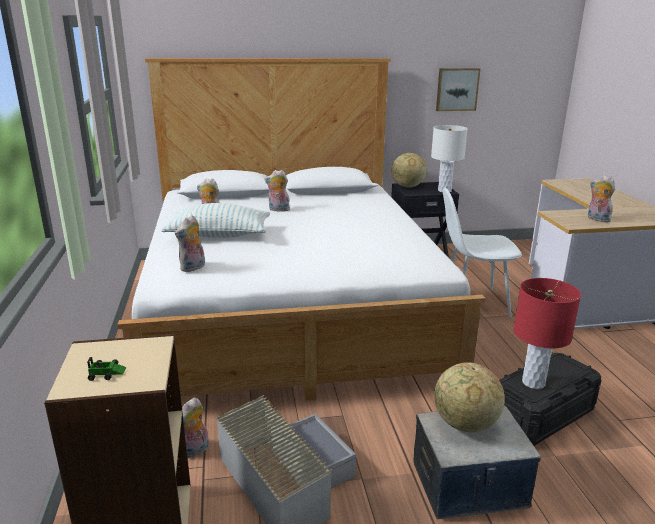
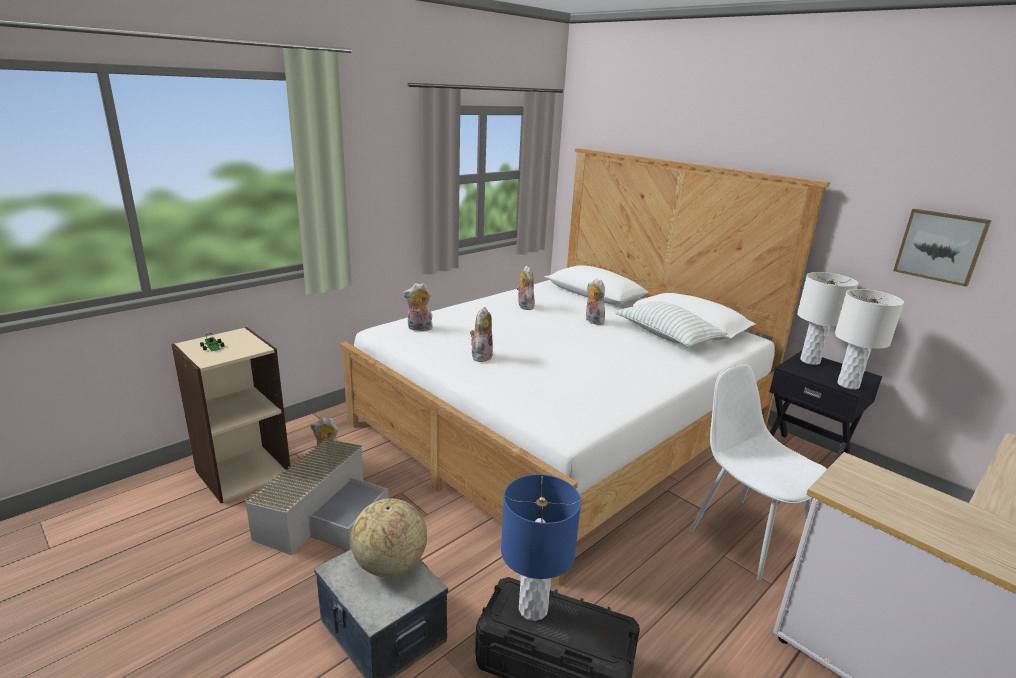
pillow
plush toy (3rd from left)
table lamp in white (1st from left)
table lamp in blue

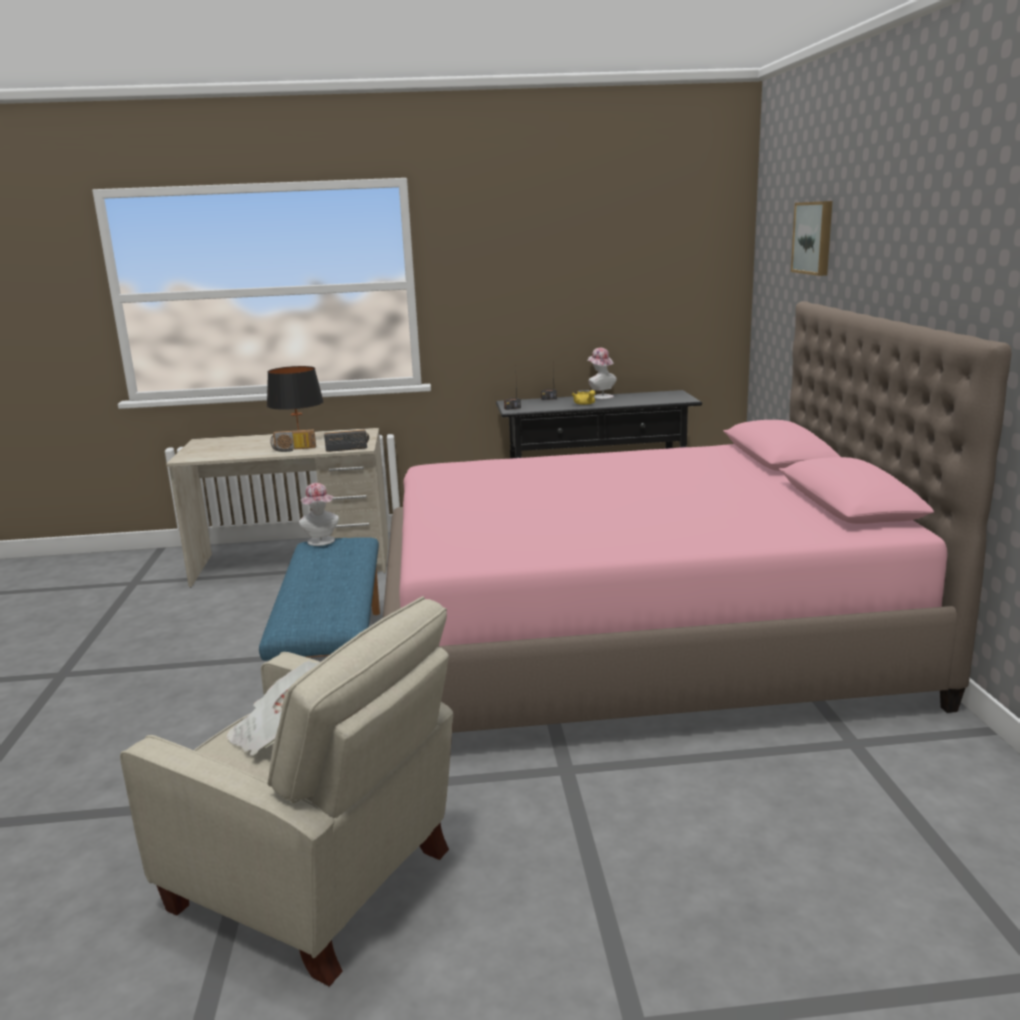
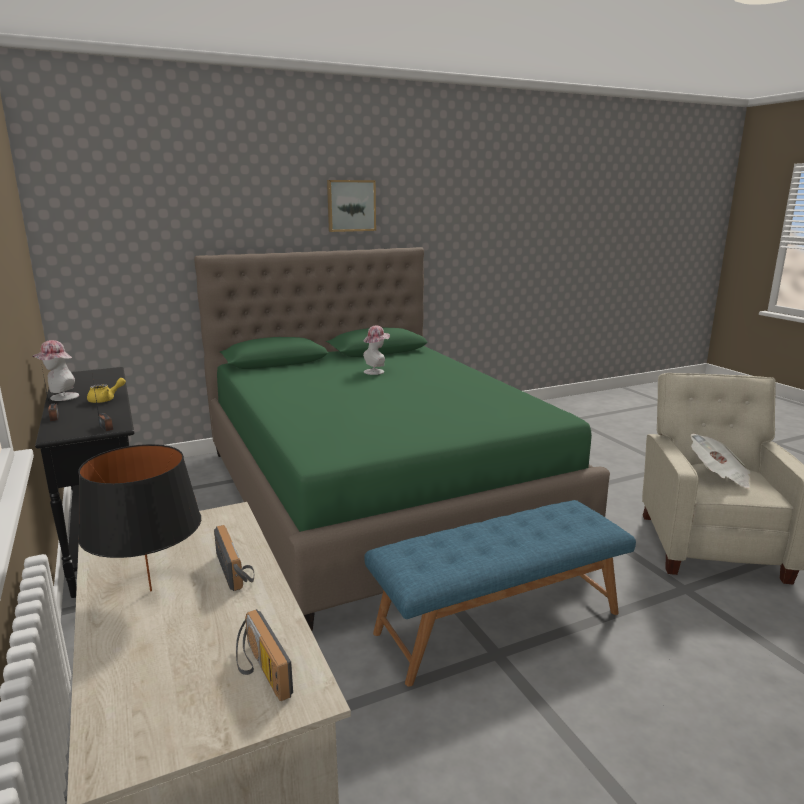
hat (2nd from left)
radio (4th from left)
picture
bed in green

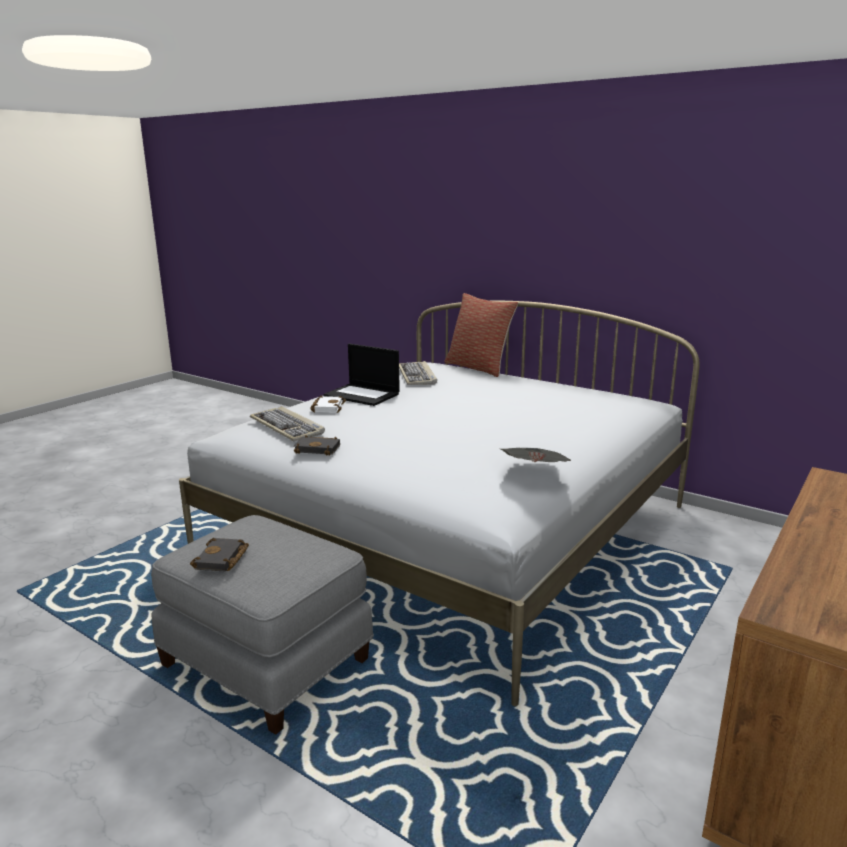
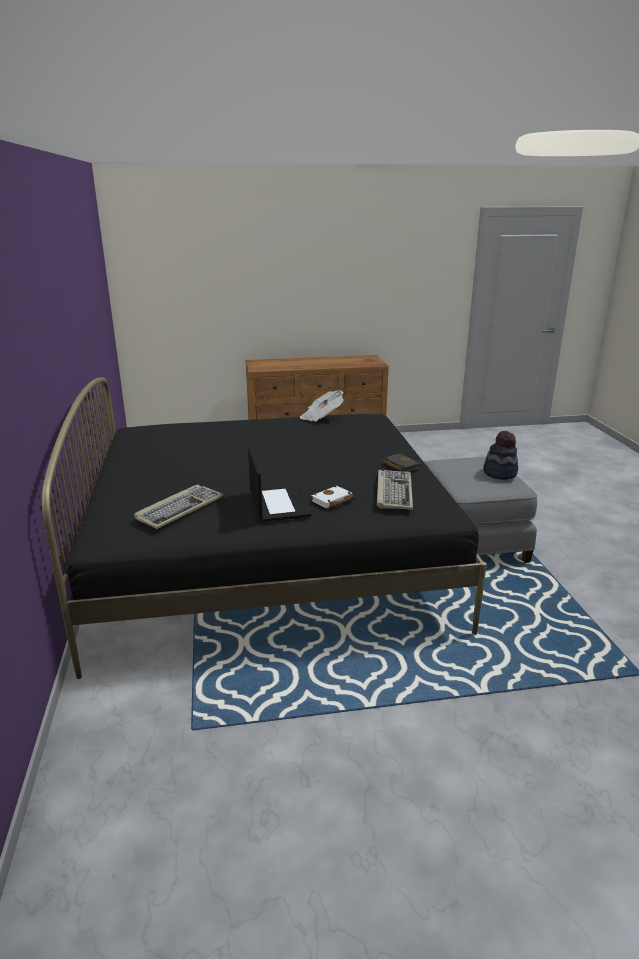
pillow
hat
bed in black

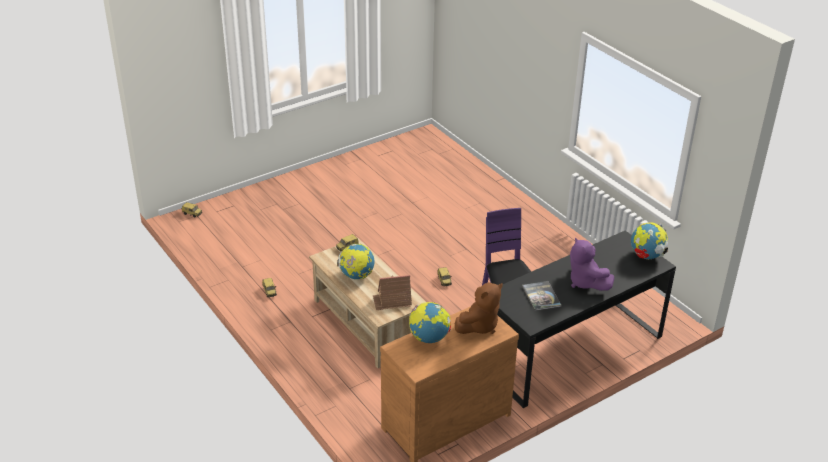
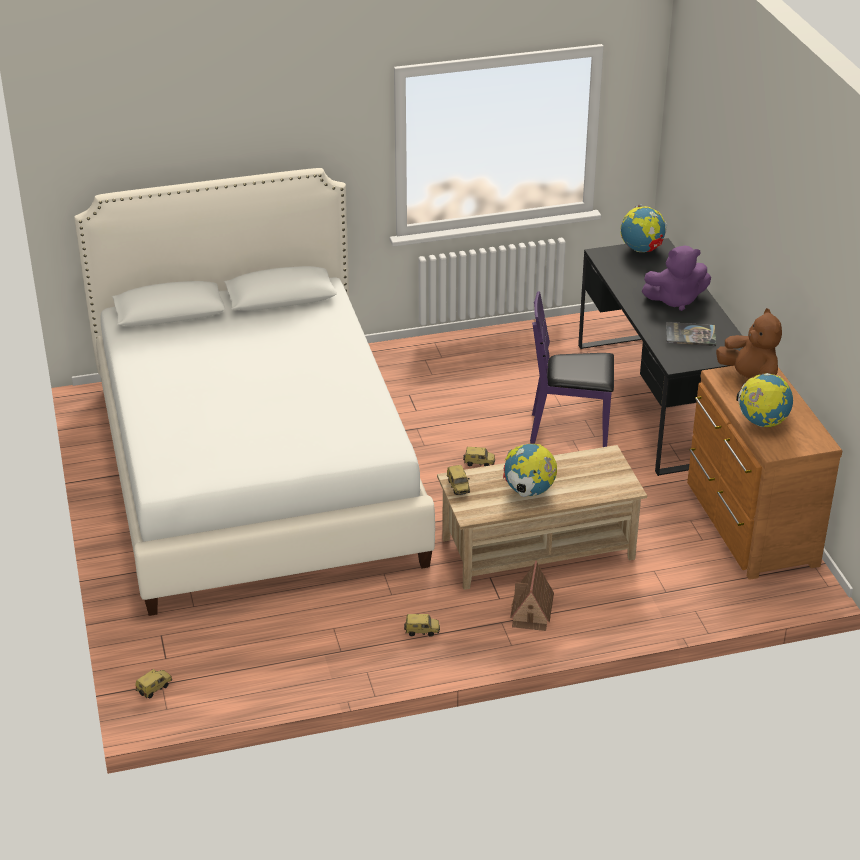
bed in white
toy house

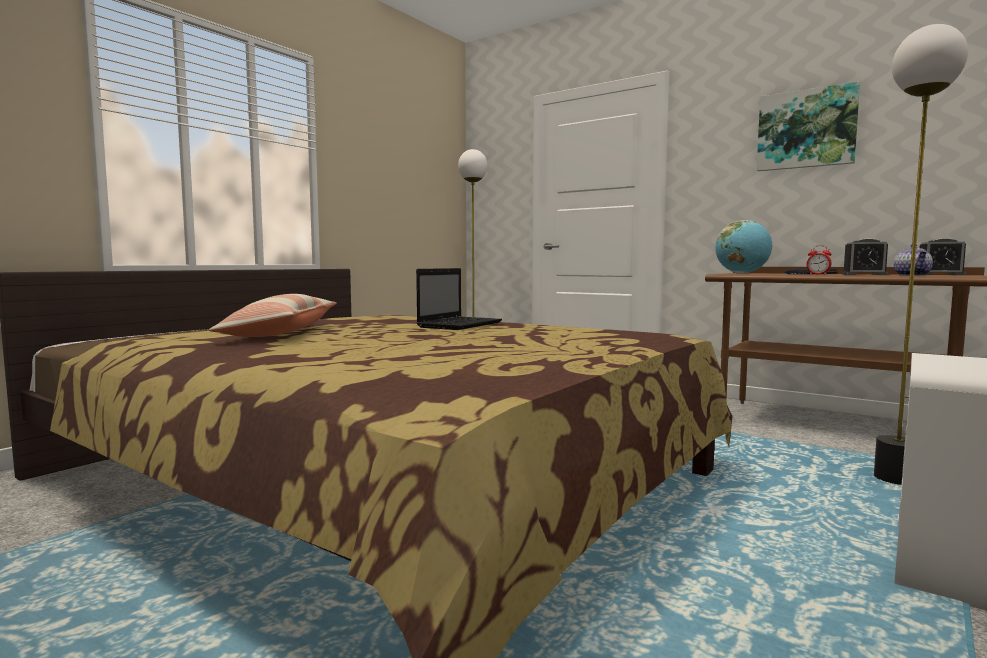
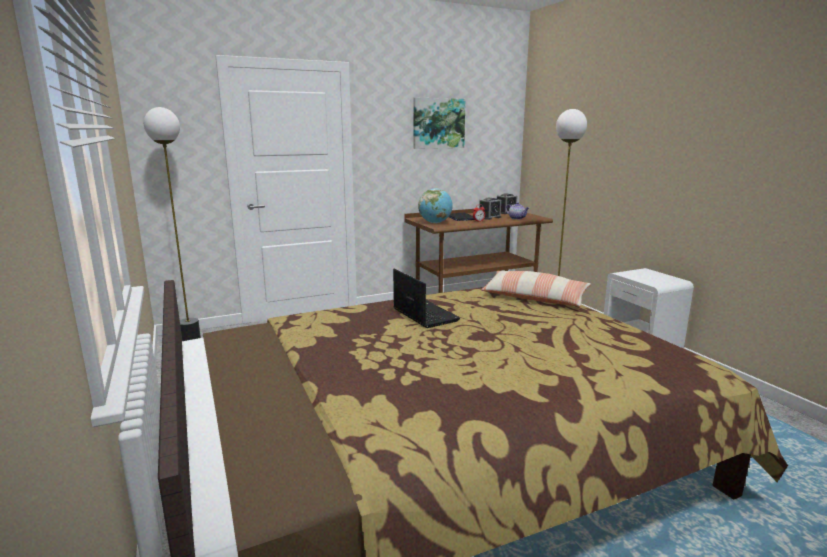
pillow

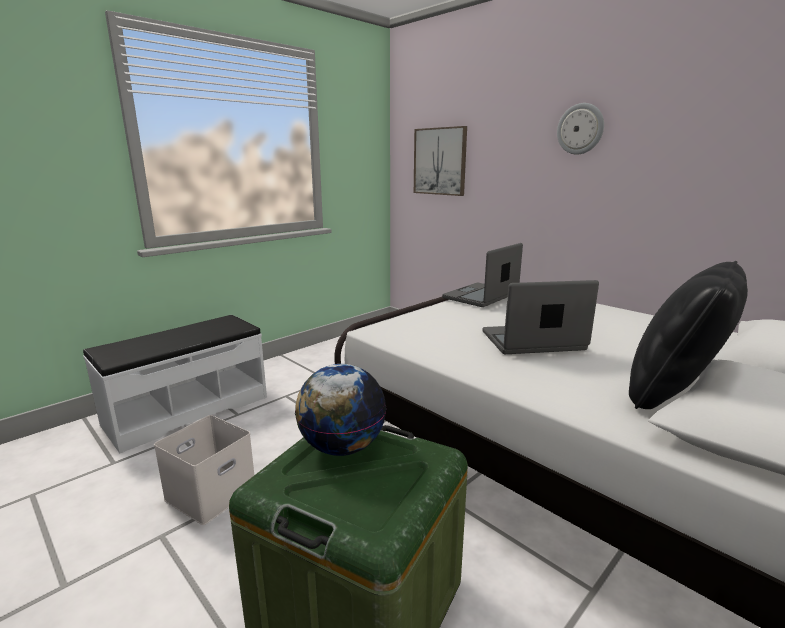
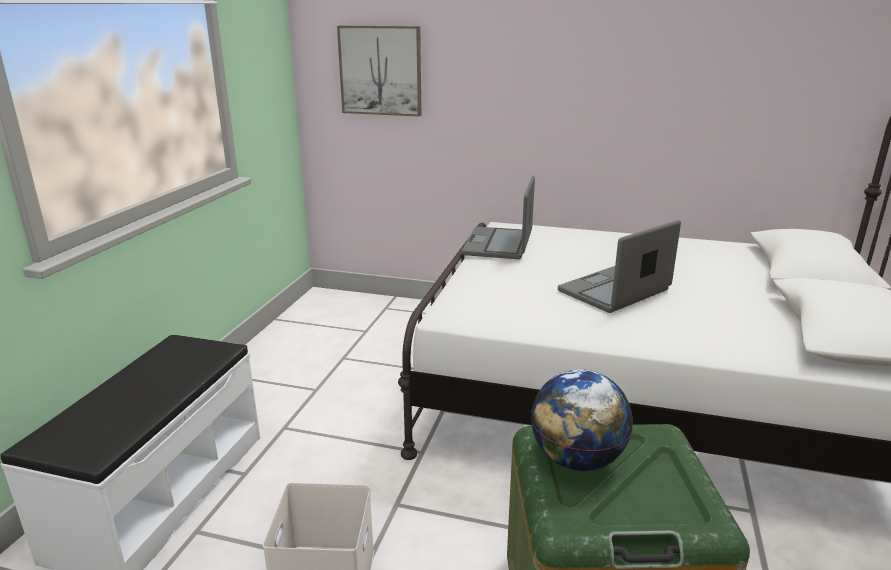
wall clock
pillow in black

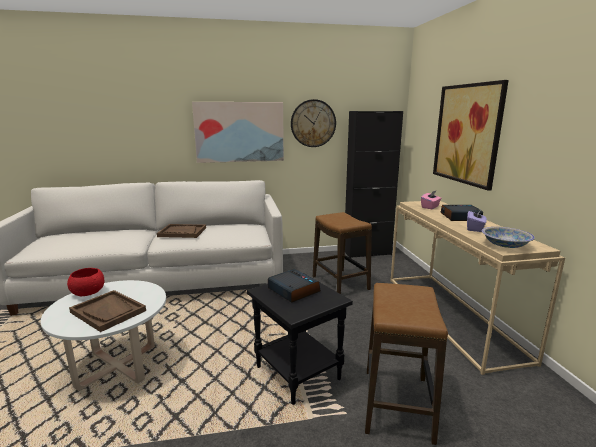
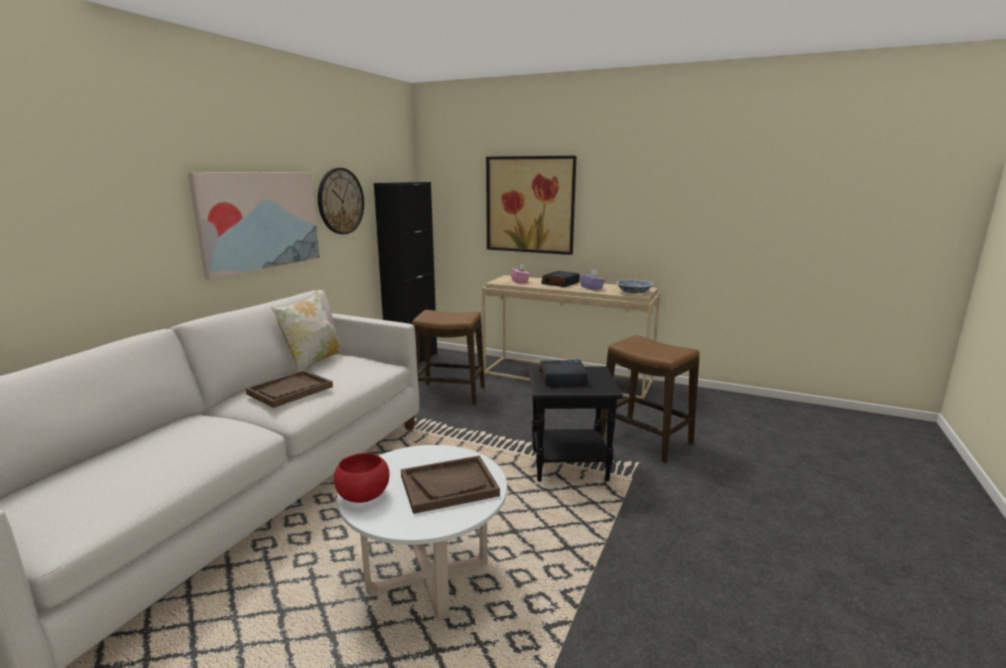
pillow

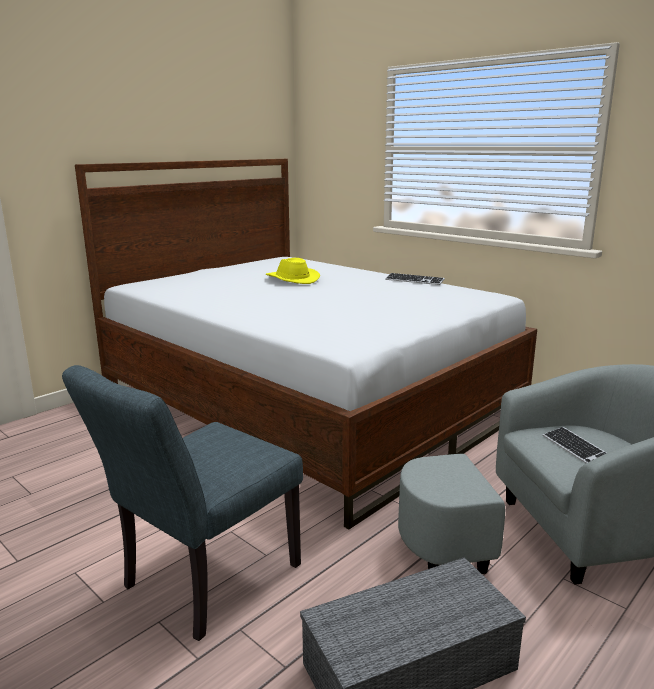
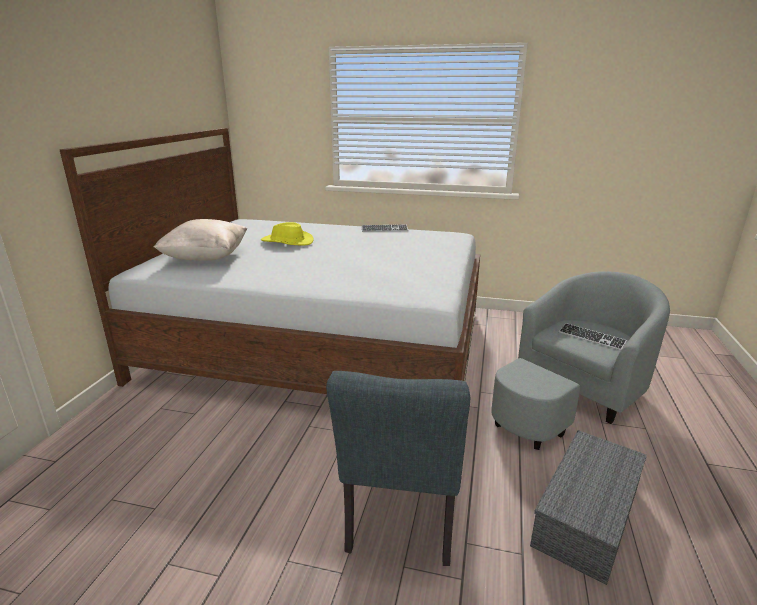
pillow in beige

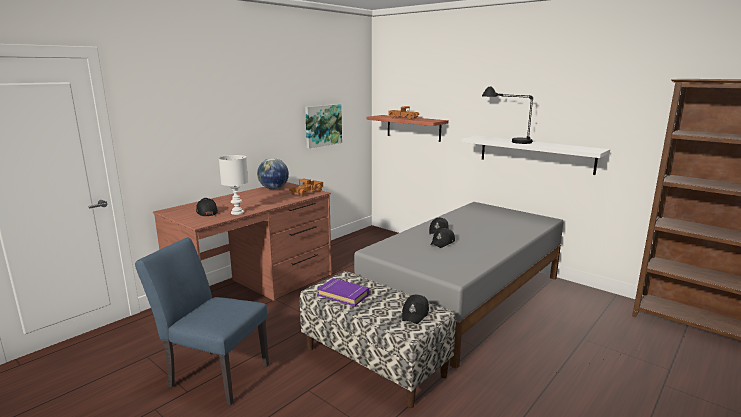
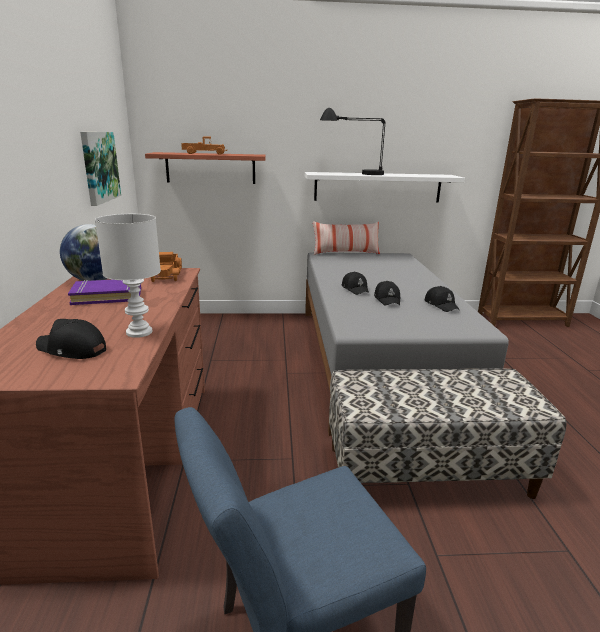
pillow
book in purple
cap in black (4th from left)

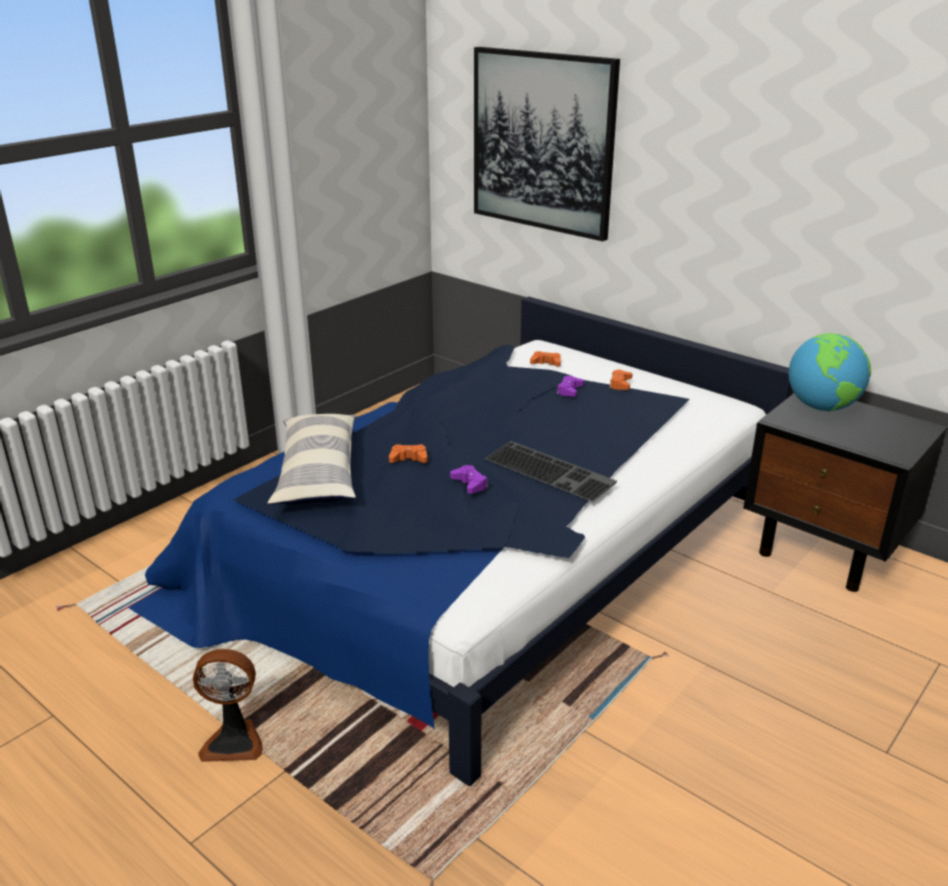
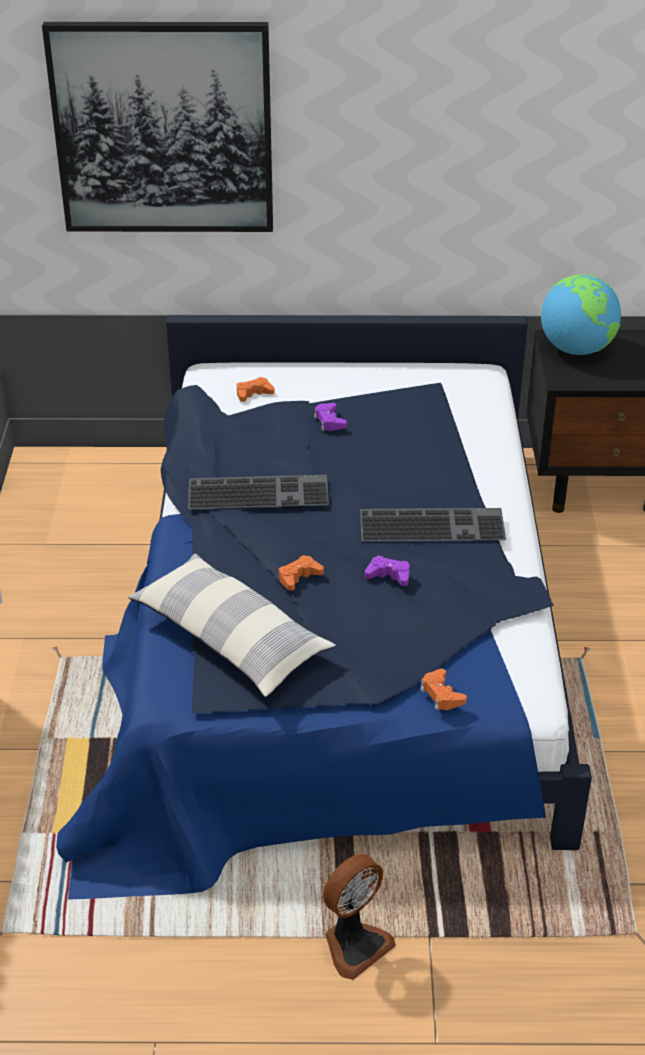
keyboard (1st from left)
game controller in orange (3rd from left)

